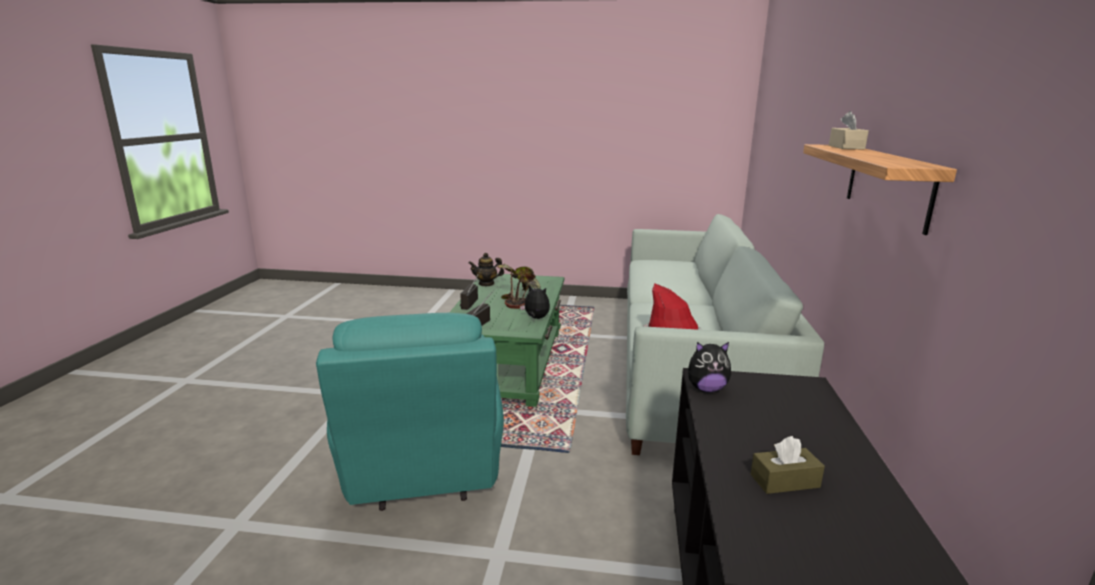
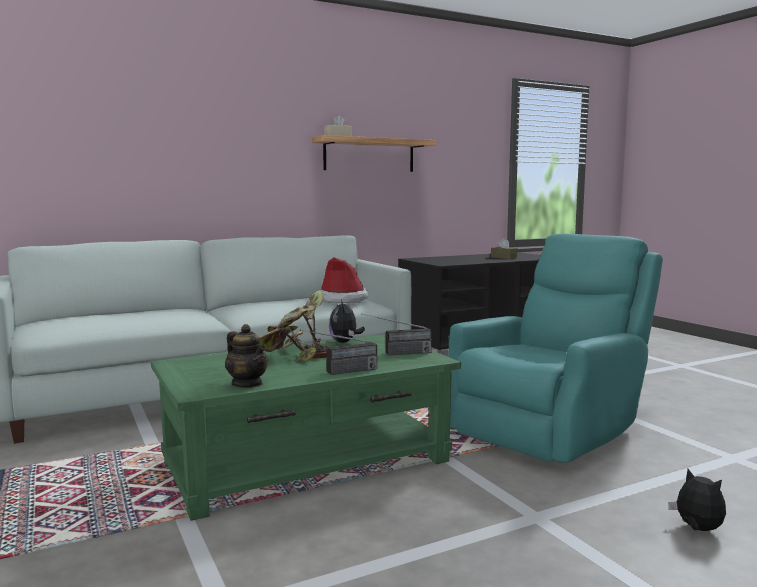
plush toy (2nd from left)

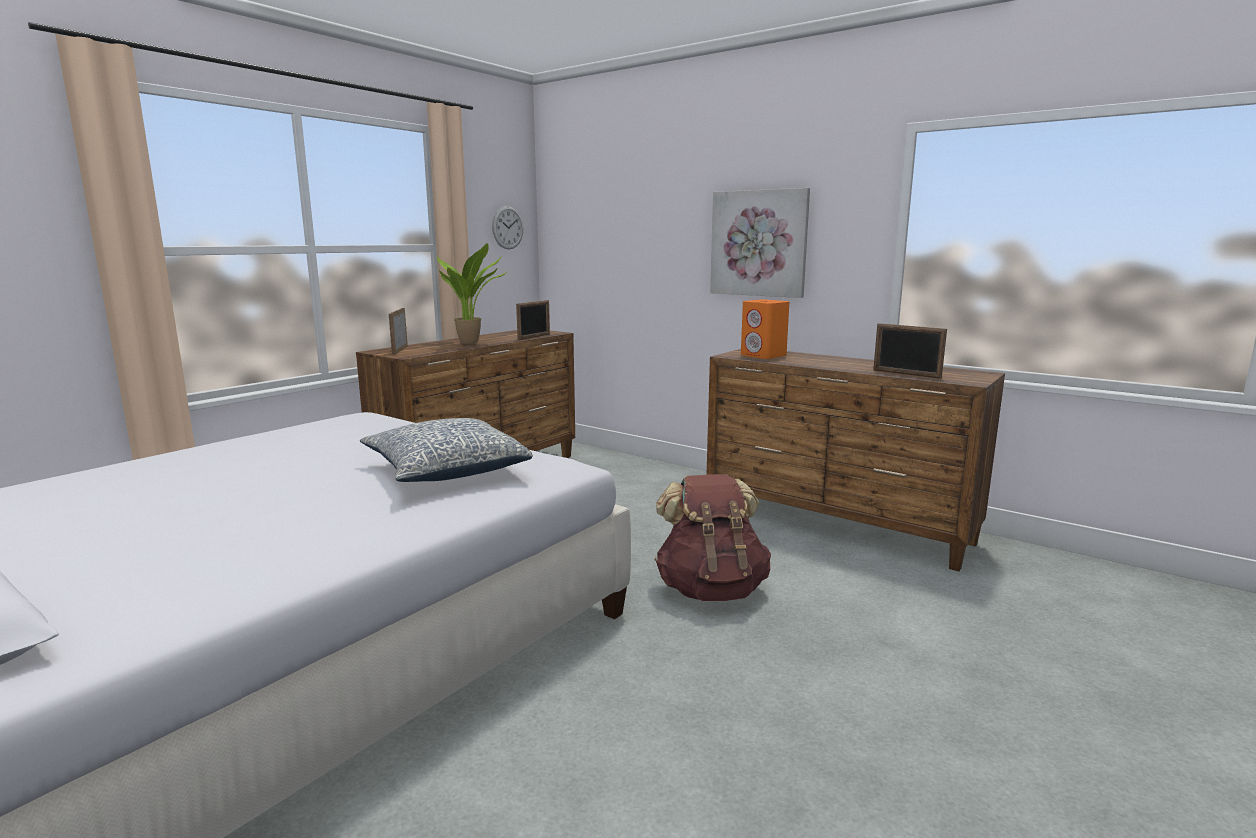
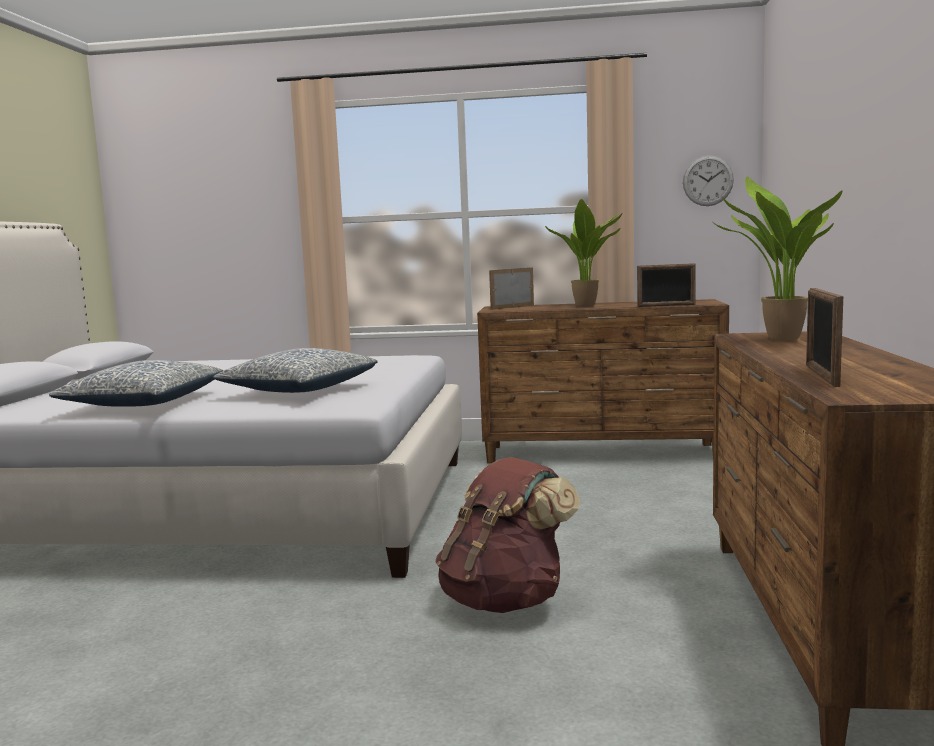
picture
pillow (1st from left)
potted plant (2nd from left)

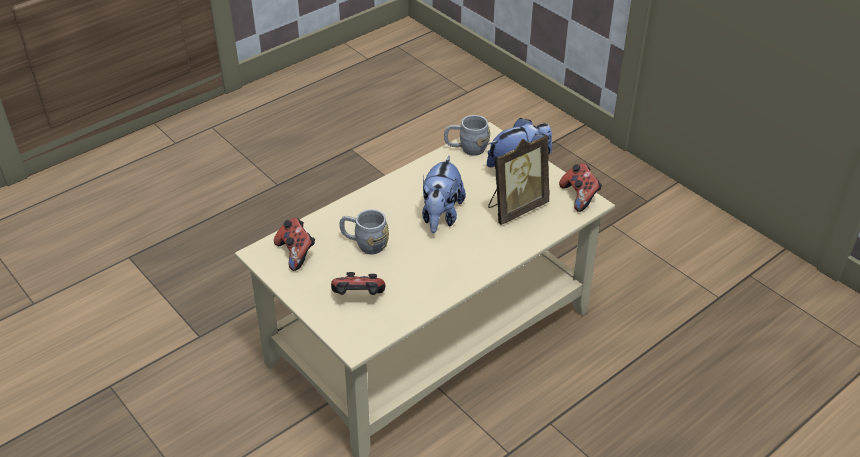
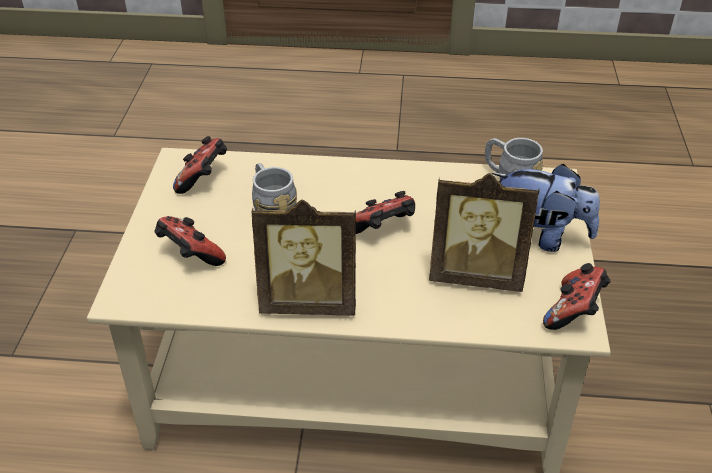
picture frame (1st from left)
game controller (3rd from left)

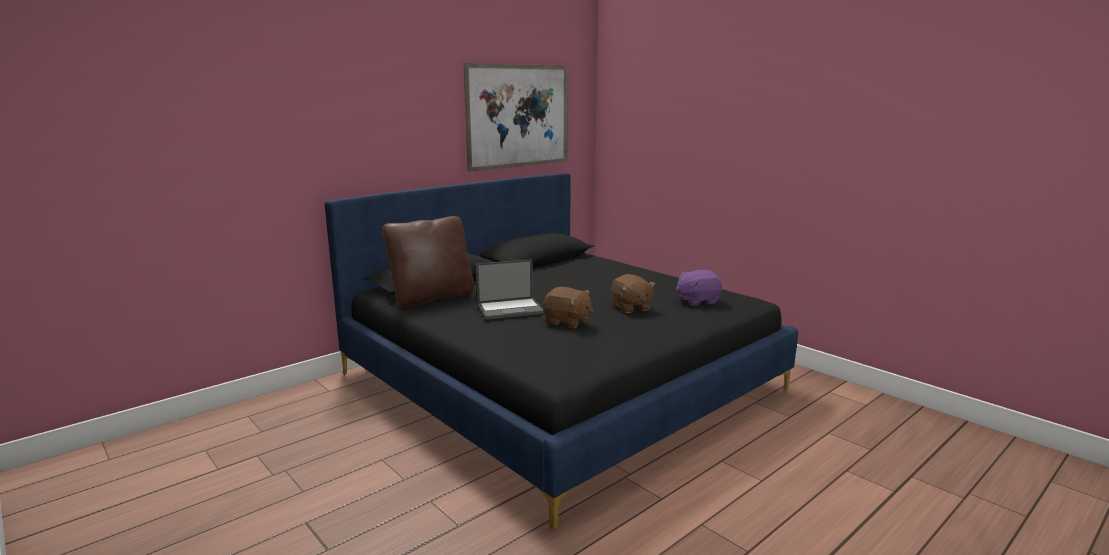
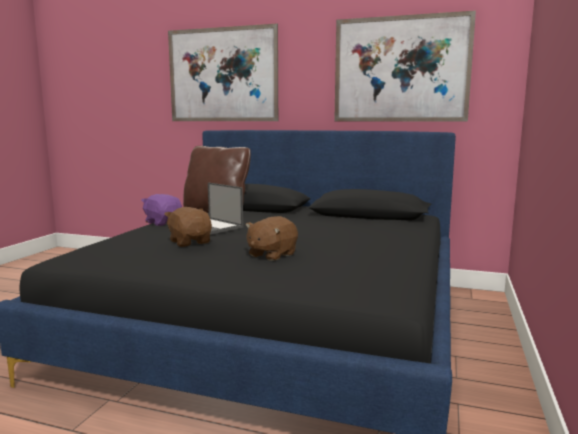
picture (1st from left)
plush toy in purple
plush toy in brown (1st from left)

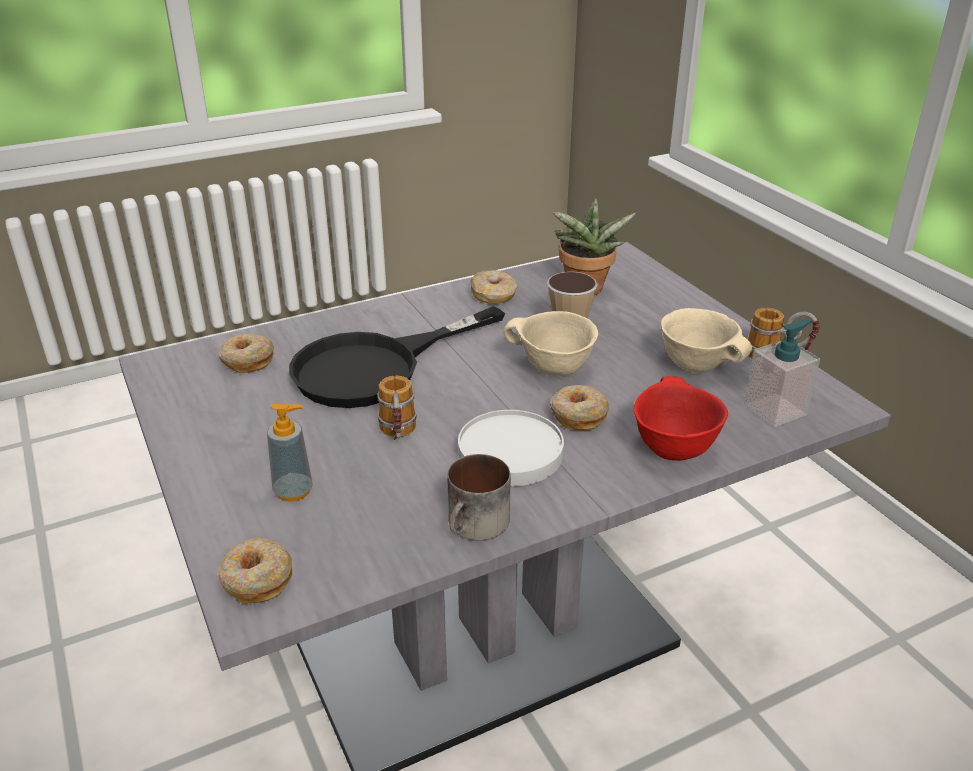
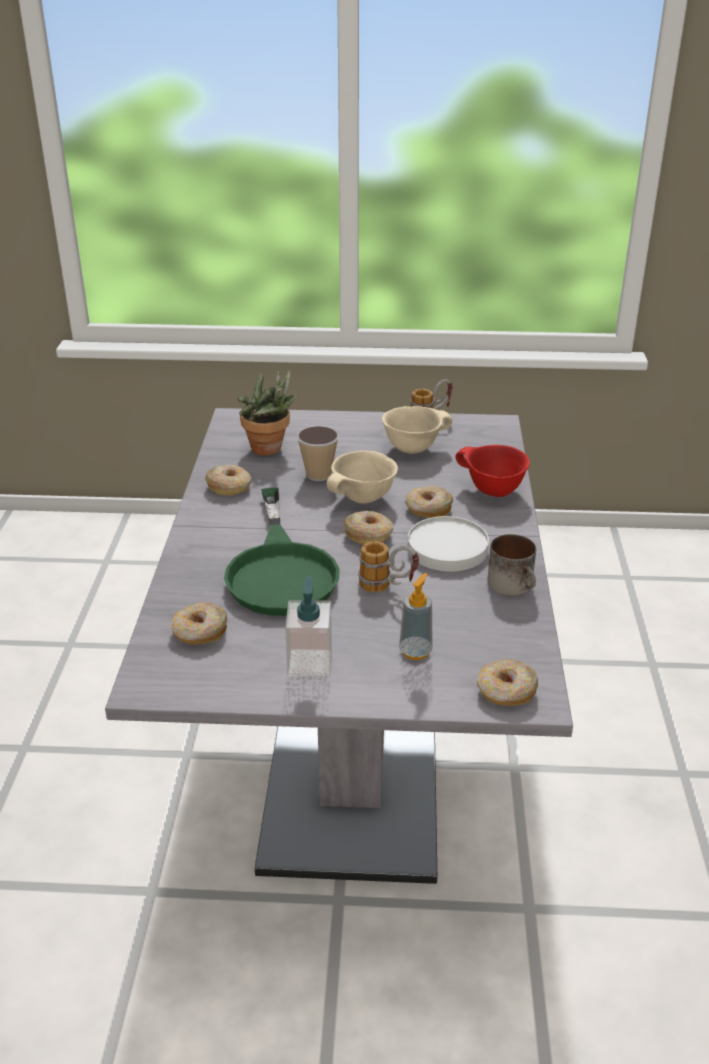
donut (3rd from left)
soap dispenser (1st from left)
frying pan in green

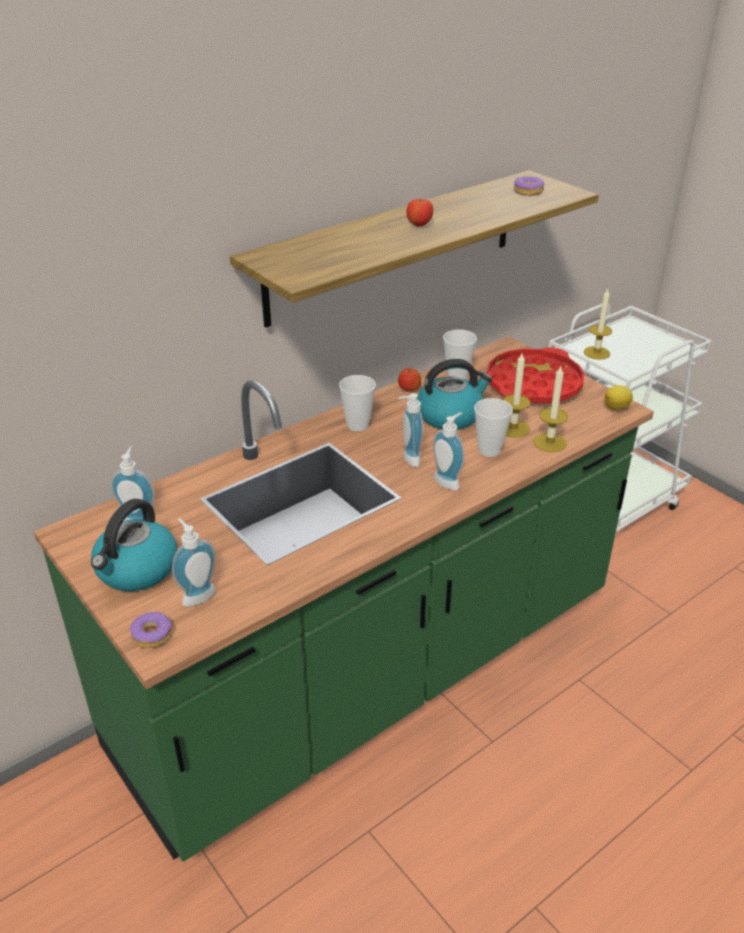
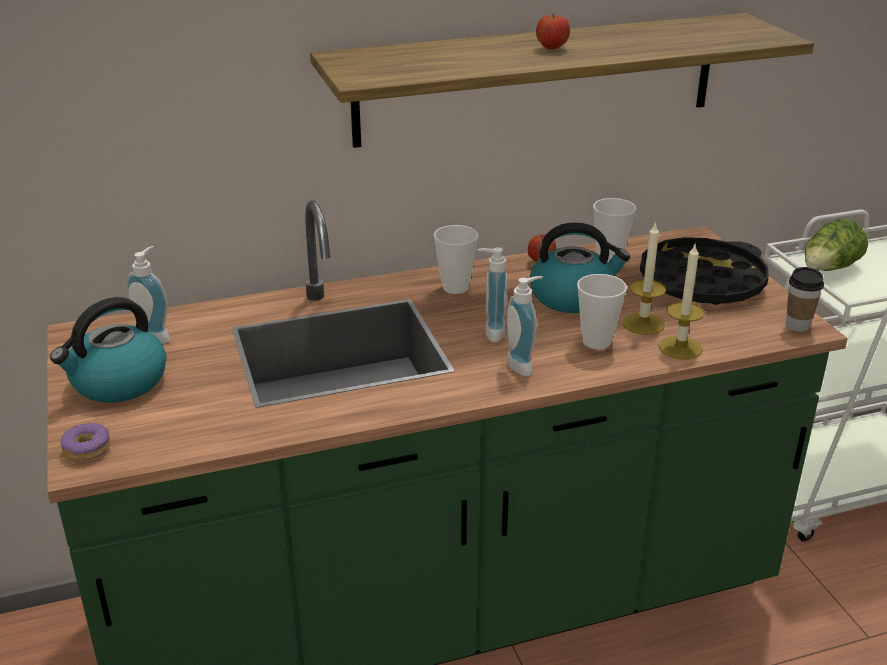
soap dispenser (2nd from left in the first image)
donut (2nd from left in the first image)
lettuce
cup (4th from left)
tray in black

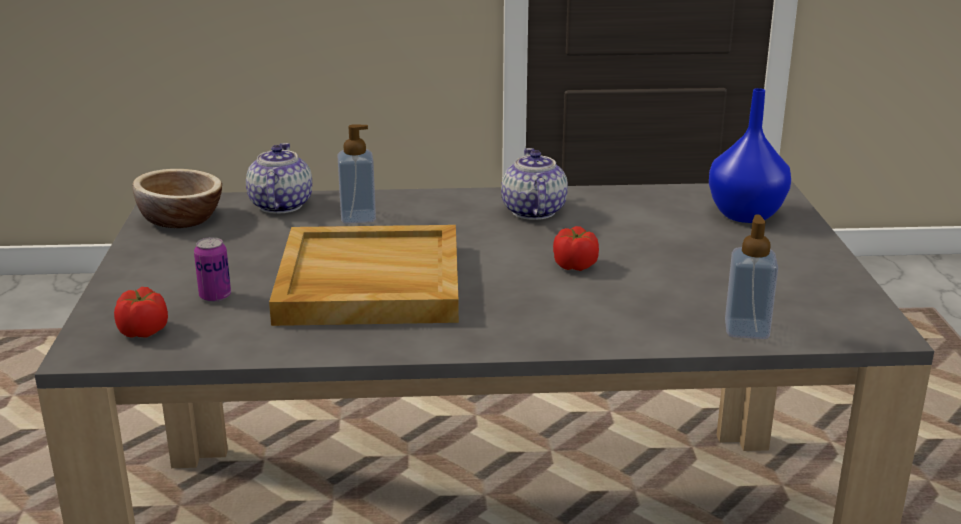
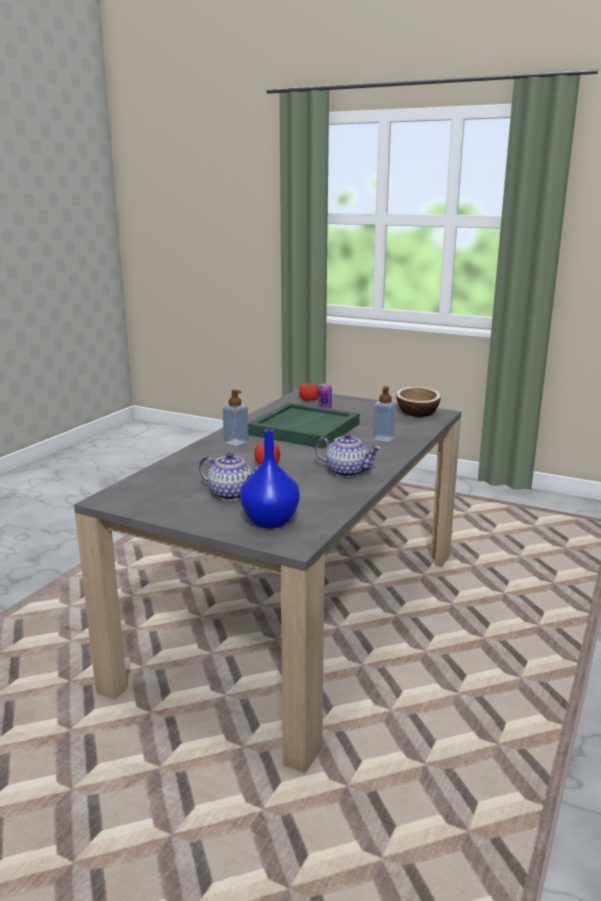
teapot (1st from left)
soap dispenser (1st from left)
tray in green

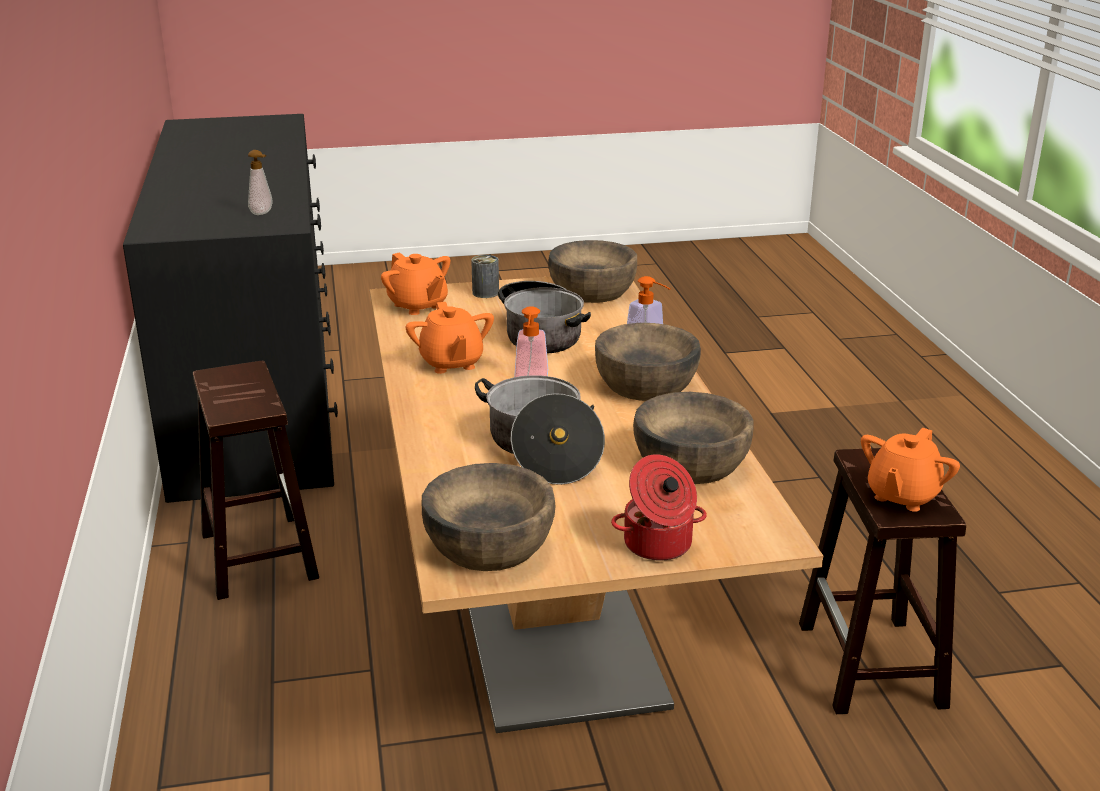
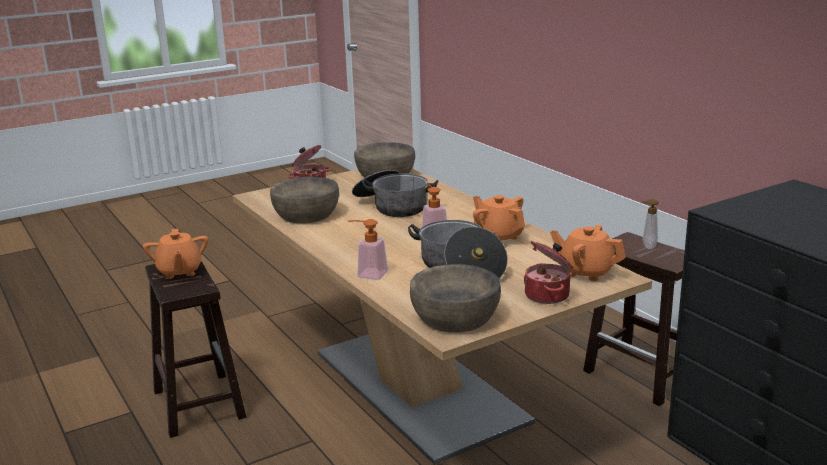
bowl in brown (3rd from left in the first image)
soap dispenser (3rd from left)
cooking pot (4th from left)
teapot in orange (1st from left)

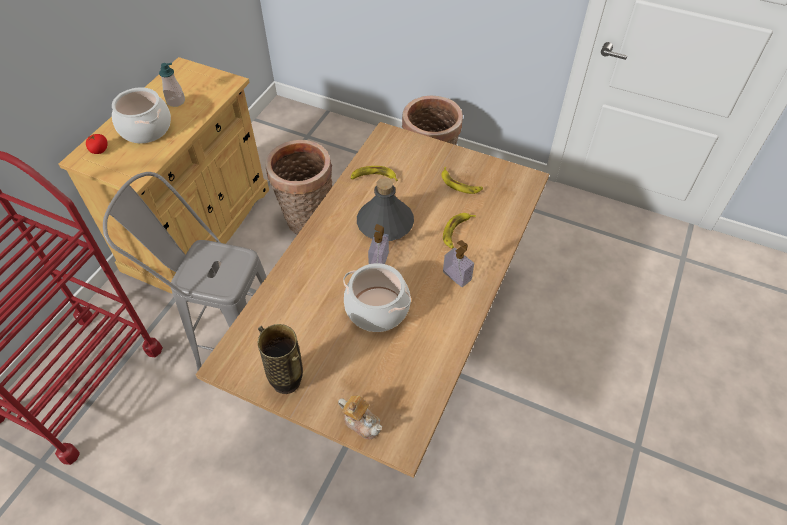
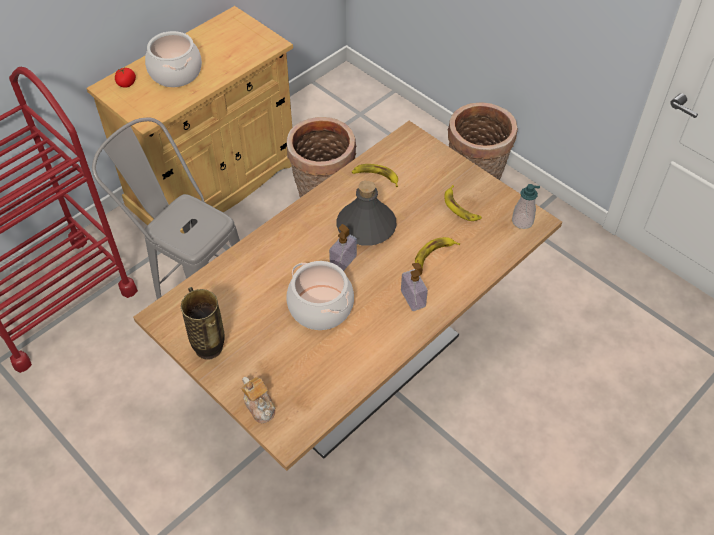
soap dispenser (3rd from left)

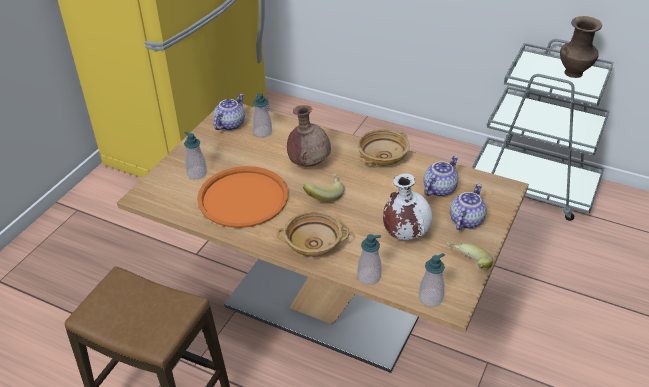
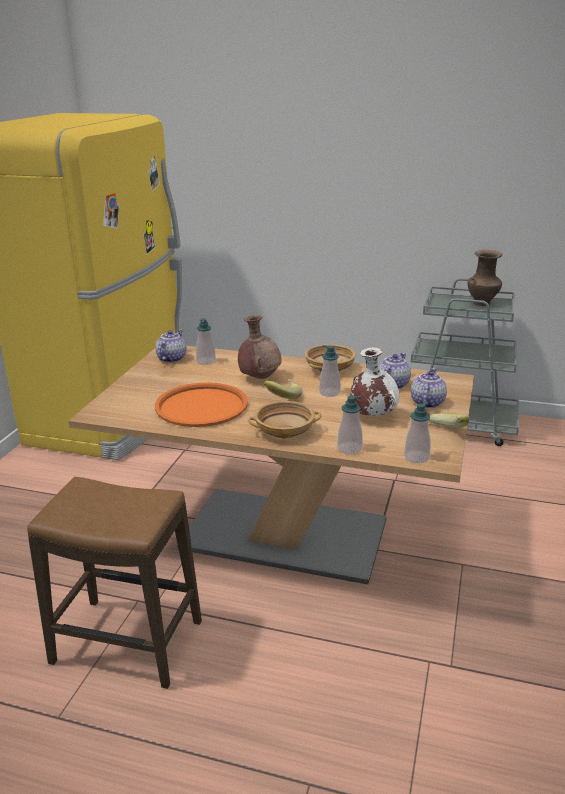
soap dispenser (2nd from left)

